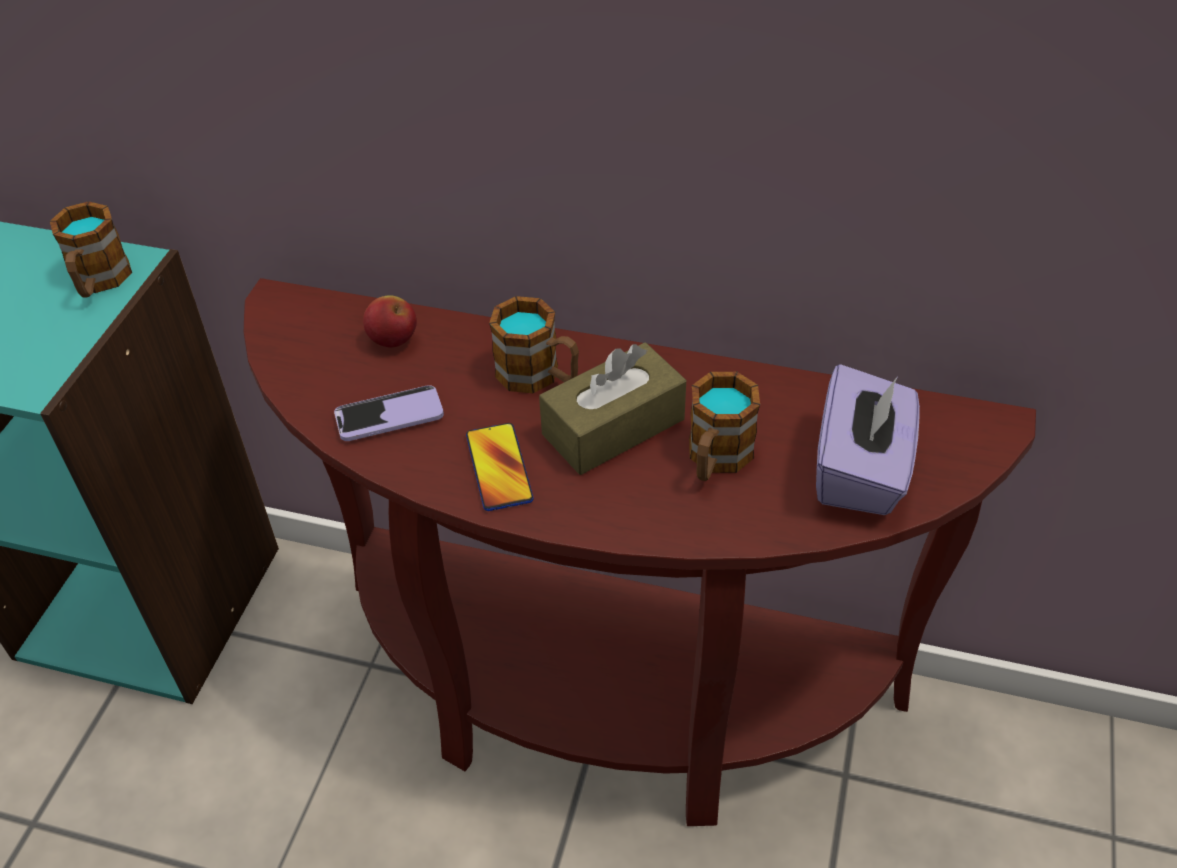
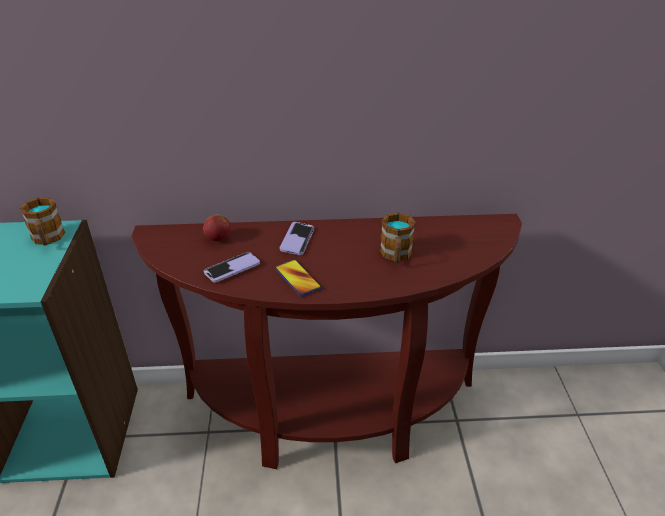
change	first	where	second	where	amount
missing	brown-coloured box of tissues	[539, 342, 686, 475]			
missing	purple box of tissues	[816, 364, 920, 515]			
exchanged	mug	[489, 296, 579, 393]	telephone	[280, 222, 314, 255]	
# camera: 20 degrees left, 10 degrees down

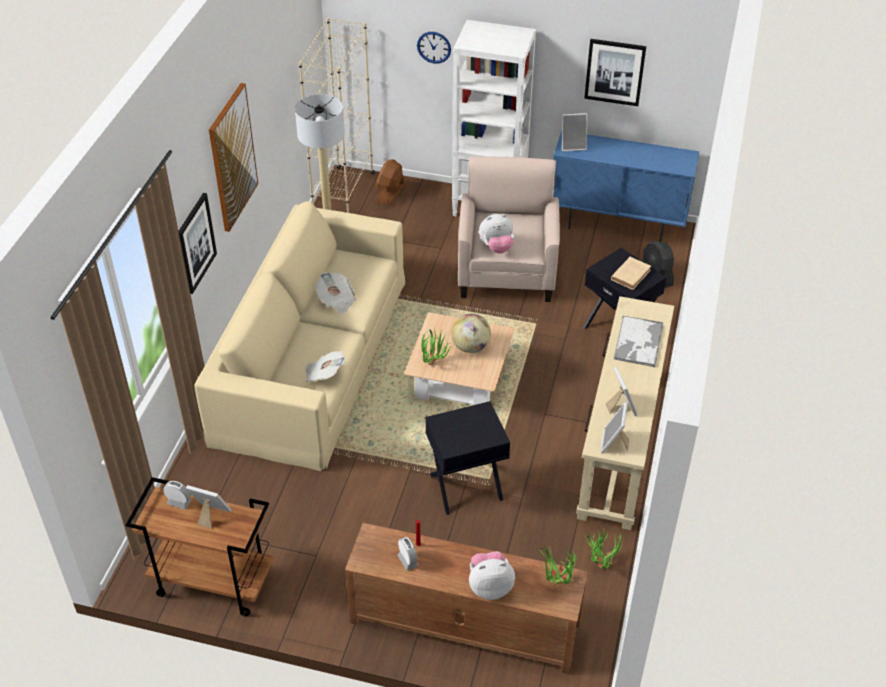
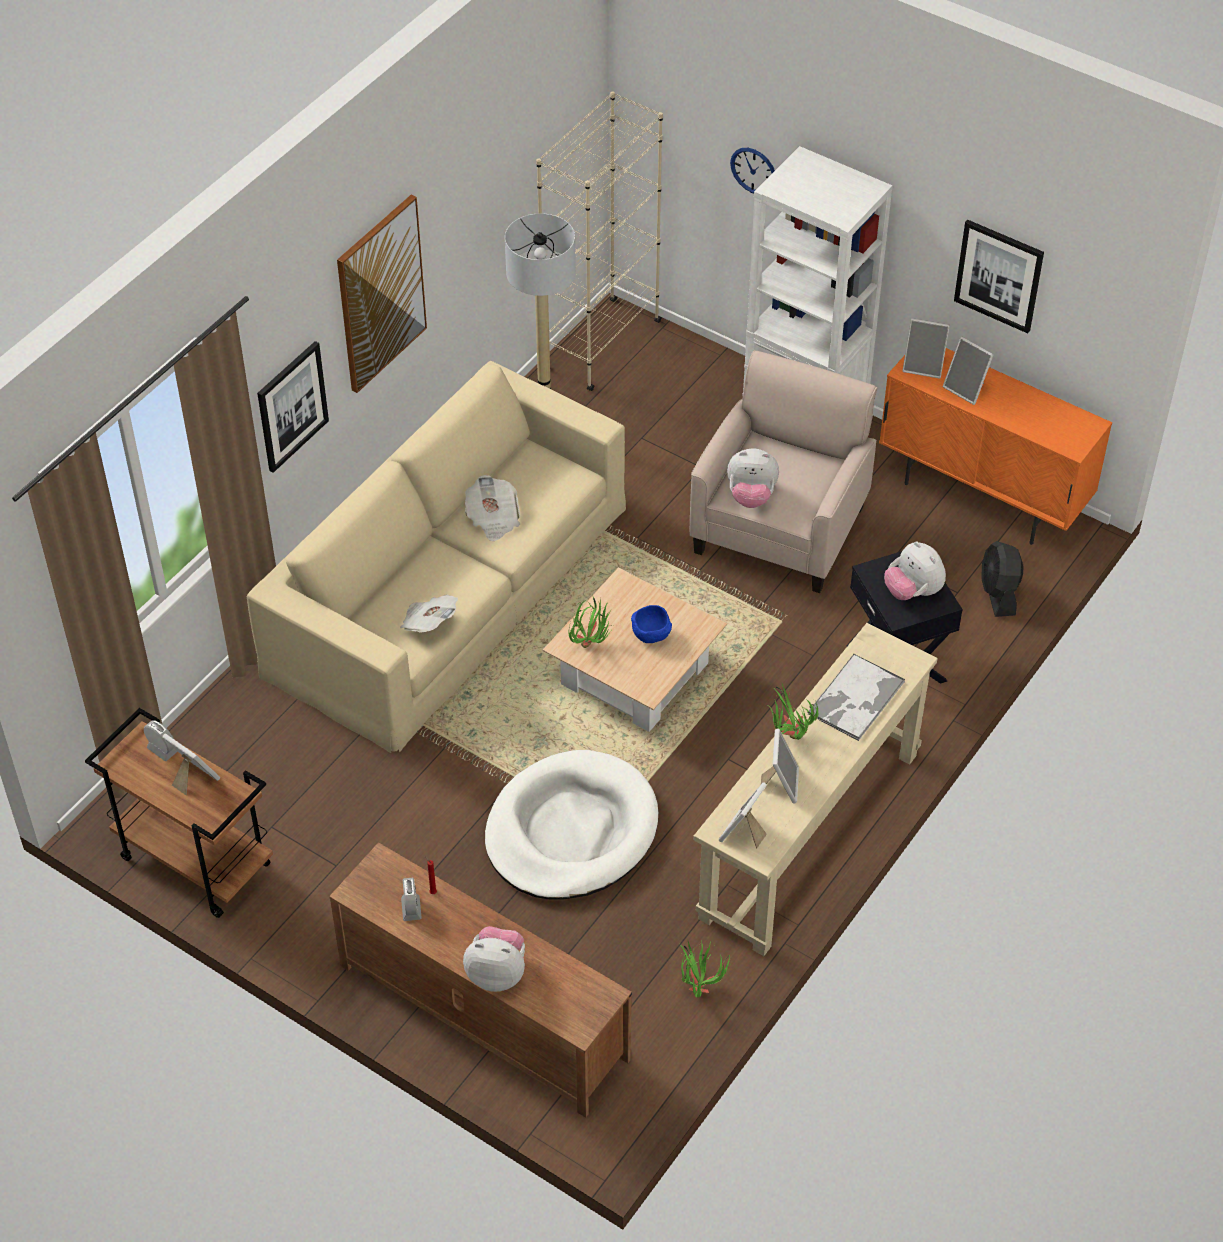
change	first	where	second	where	amount
missing	brown-coloured electric fan	[376, 159, 405, 205]			
appeared			standing frame	[943, 337, 994, 405]	
relocated	potted plant	[539, 544, 577, 585]		[769, 684, 818, 740]	
exchanged	black accent table	[425, 401, 510, 515]	white pet bed	[485, 750, 658, 900]	
exchanged	desk globe	[451, 314, 491, 353]	blue bowl	[631, 605, 672, 643]	
exchanged	beige volume	[611, 257, 651, 290]	cuddly toy	[884, 541, 946, 600]	
colour	blue cupboard	[553, 131, 700, 242]	orange cupboard	[879, 348, 1112, 545]	
# camera: 20 degrees right, 5 degrees up

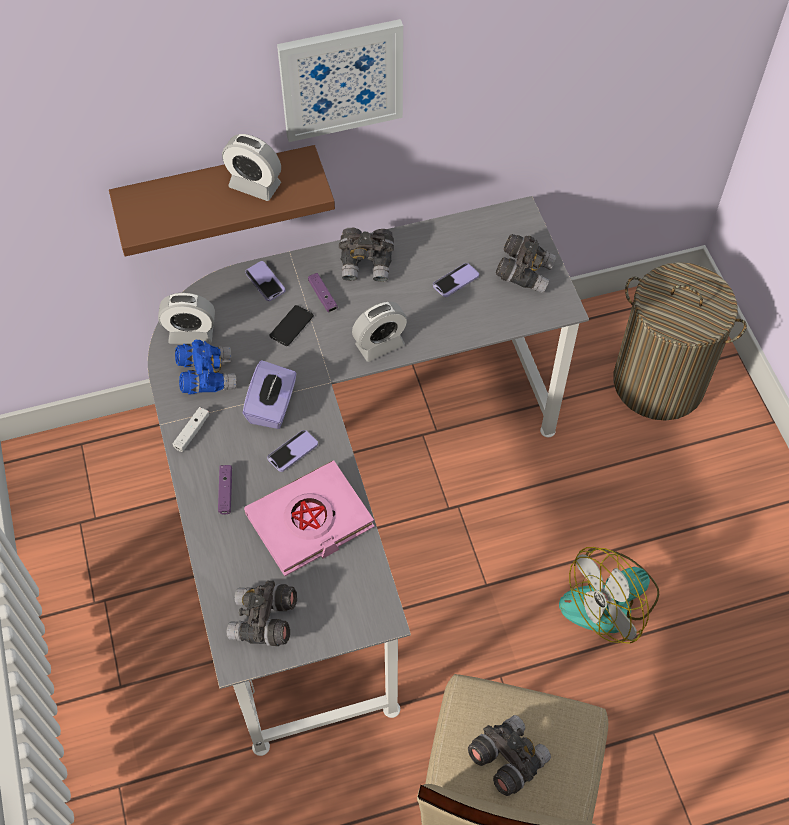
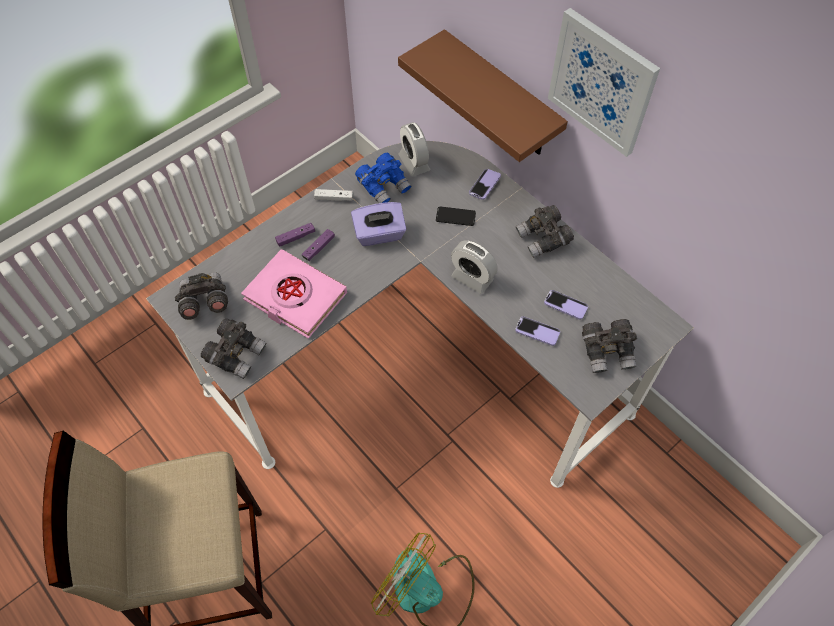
change	first	where	second	where	amount
missing	alarm clock	[222, 134, 281, 201]			
missing	laundry basket	[613, 262, 747, 421]			
relocated	telephone	[267, 430, 318, 472]		[515, 316, 560, 346]	
relocated	purple gamepad	[308, 273, 338, 312]		[302, 229, 335, 261]	
relocated	greyish binoculars	[468, 715, 551, 796]		[201, 318, 267, 379]	
# camera: 65 degrees right, 0 degrees up

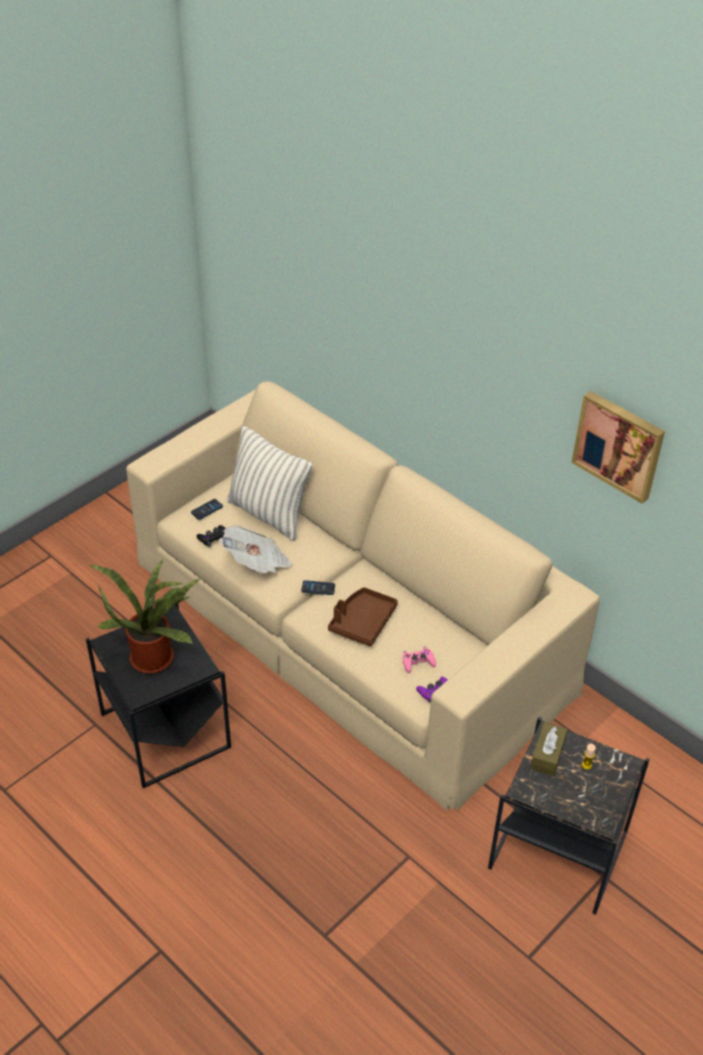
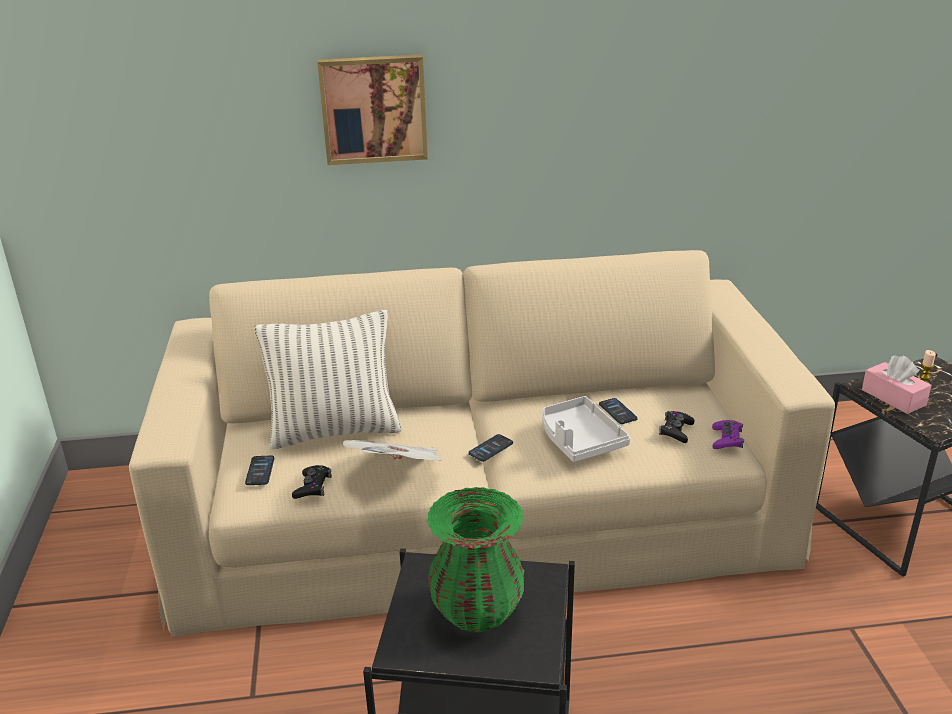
change	first	where	second	where	amount
appeared			telephone	[599, 398, 638, 424]	
relocated	wall art	[572, 391, 665, 504]		[317, 55, 428, 165]	
exchanged	potted plant	[88, 558, 202, 674]	green vase	[427, 487, 524, 632]	
colour	brown-coloured carrying tray	[328, 587, 398, 646]	greyish carrying tray	[542, 396, 630, 462]	
colour	pink gamepad	[403, 647, 436, 673]	black gamepad	[659, 411, 694, 443]	
colour	brown-coloured box of tissues	[530, 722, 567, 776]	pink box of tissues	[862, 356, 932, 414]	
# camera: 50 degrees left, 15 degrees down

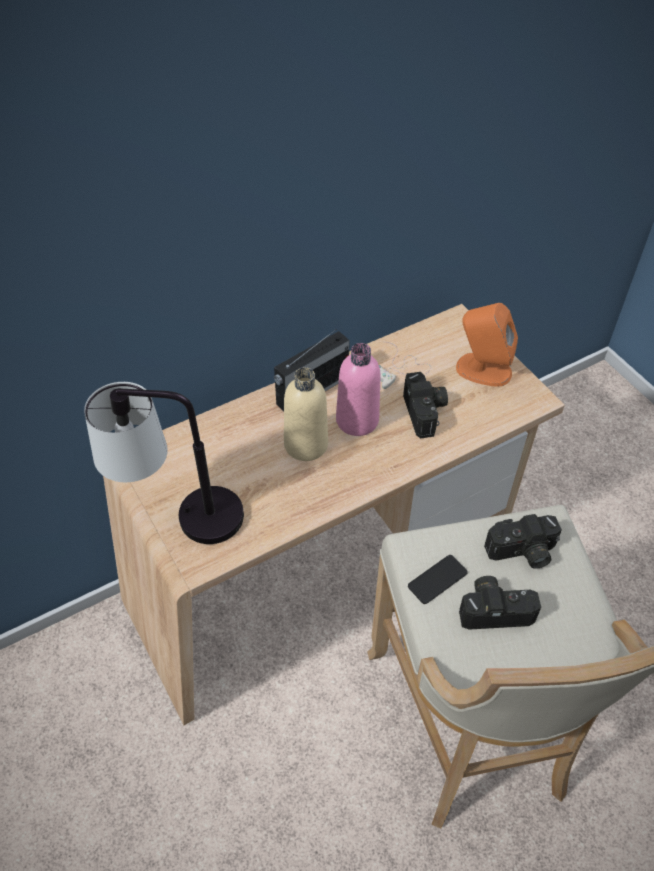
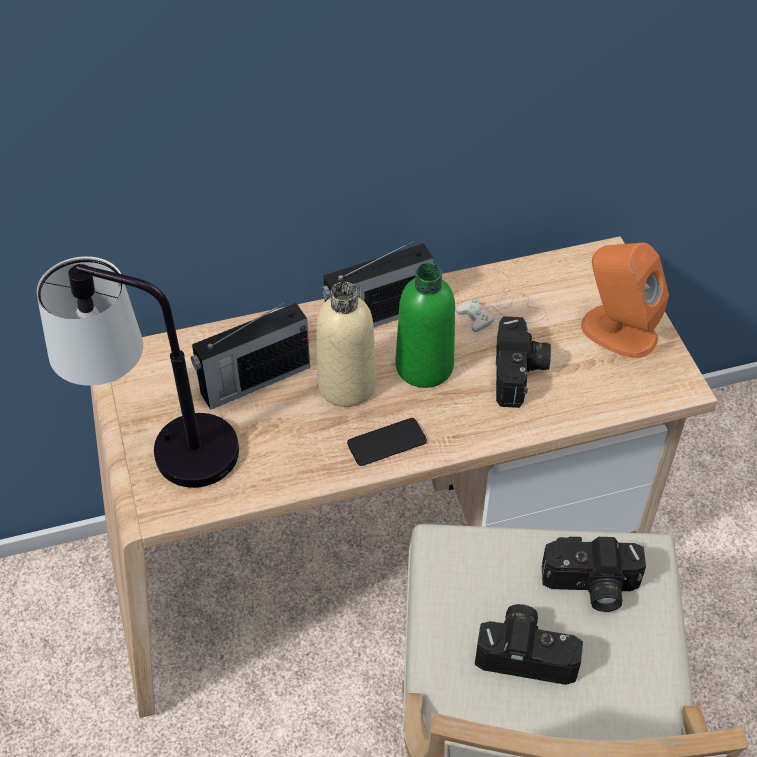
change	first	where	second	where	amount
appeared			radio set	[191, 301, 310, 410]	
relocated	telephone	[408, 555, 468, 604]		[347, 418, 427, 466]	
colour	pink drink bottle	[336, 343, 381, 436]	green drink bottle	[395, 263, 455, 388]	
# camera: 15 degrees right, 0 degrees up

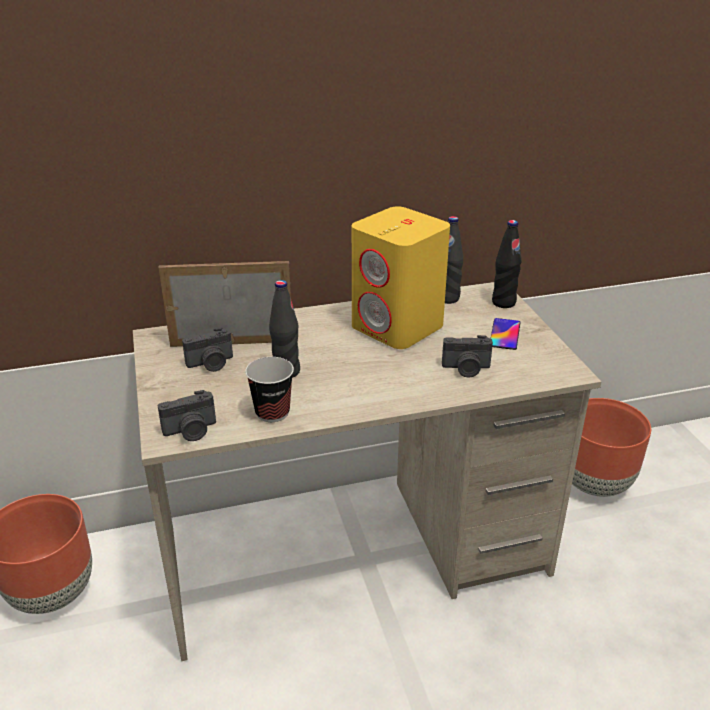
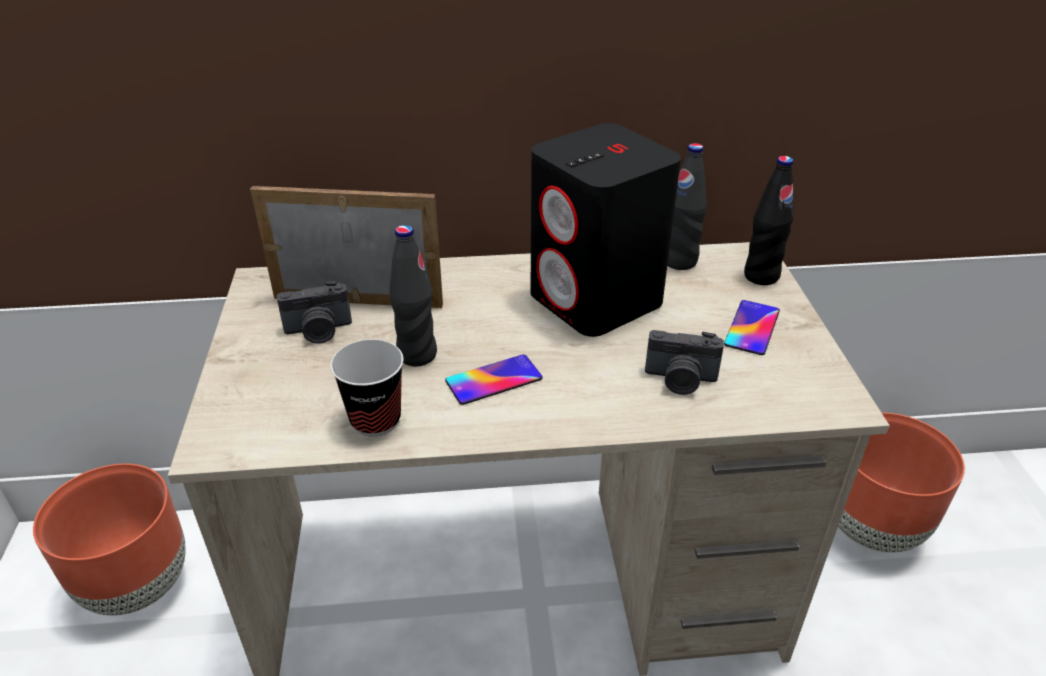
change	first	where	second	where	amount
missing	still camera	[158, 390, 216, 441]			
appeared			telephone	[445, 354, 543, 405]	
colour	yellow loudspeaker	[352, 207, 450, 349]	black loudspeaker	[530, 123, 681, 337]	
# camera: 10 degrees right, 5 degrees up

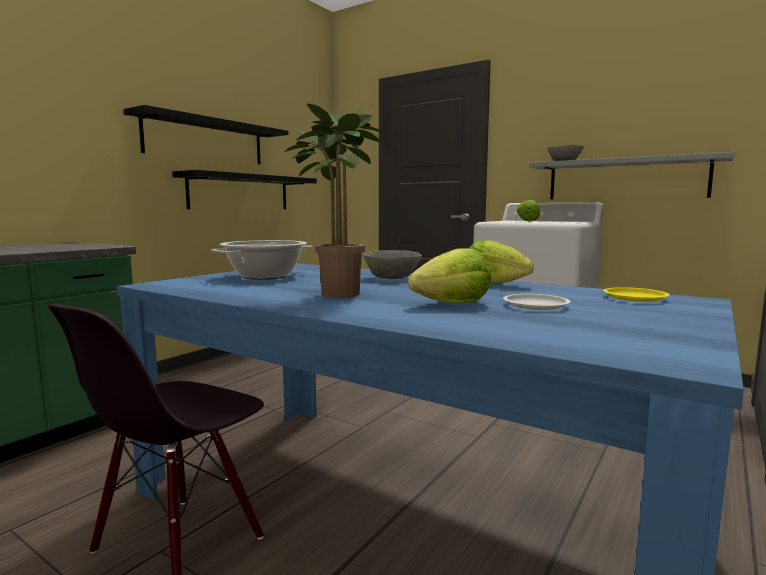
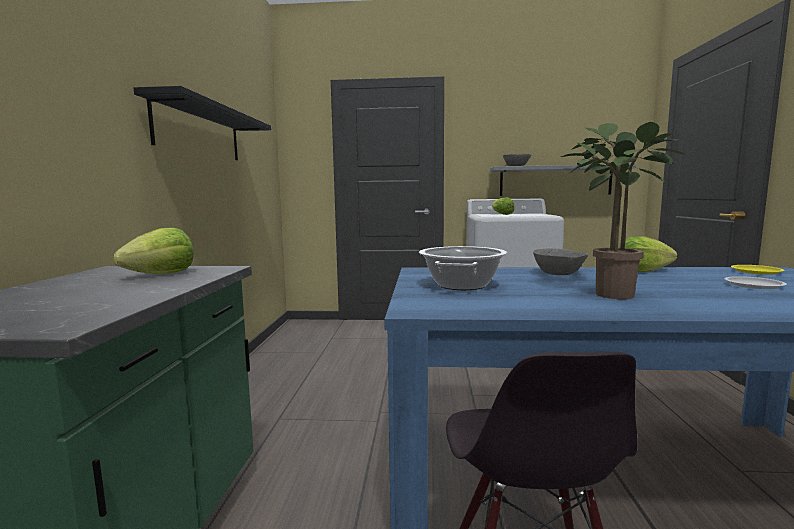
change	first	where	second	where	amount
missing	black shelf	[172, 170, 317, 209]			
relocated	lettuce	[408, 248, 491, 303]		[114, 228, 194, 274]	
# camera: 30 degrees left, 0 degrees up

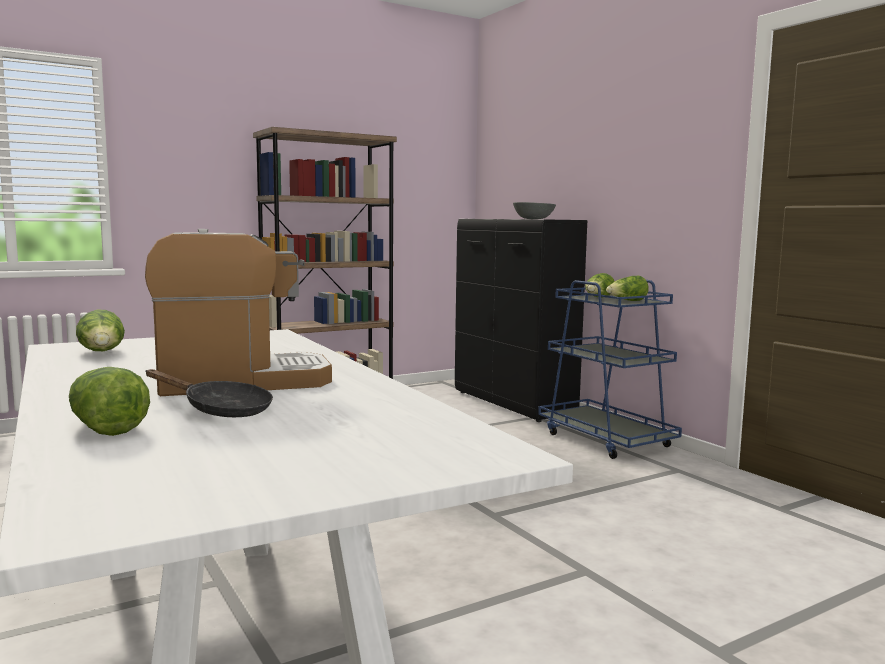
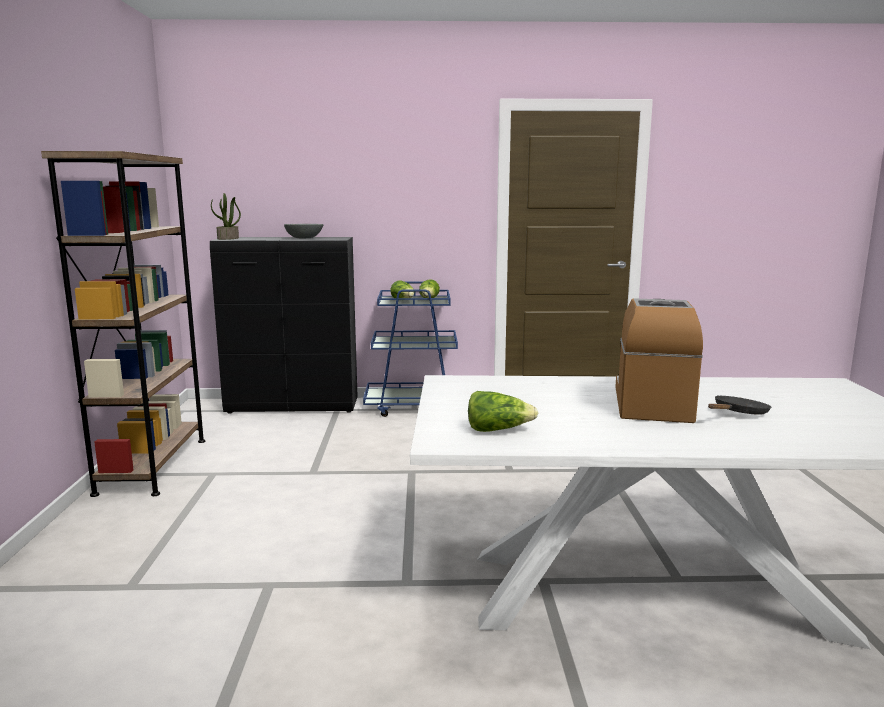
change	first	where	second	where	amount
missing	lettuce	[69, 367, 150, 436]			
appeared			potted plant	[211, 193, 241, 240]	
# camera: 60 degrees left, 5 degrees up

